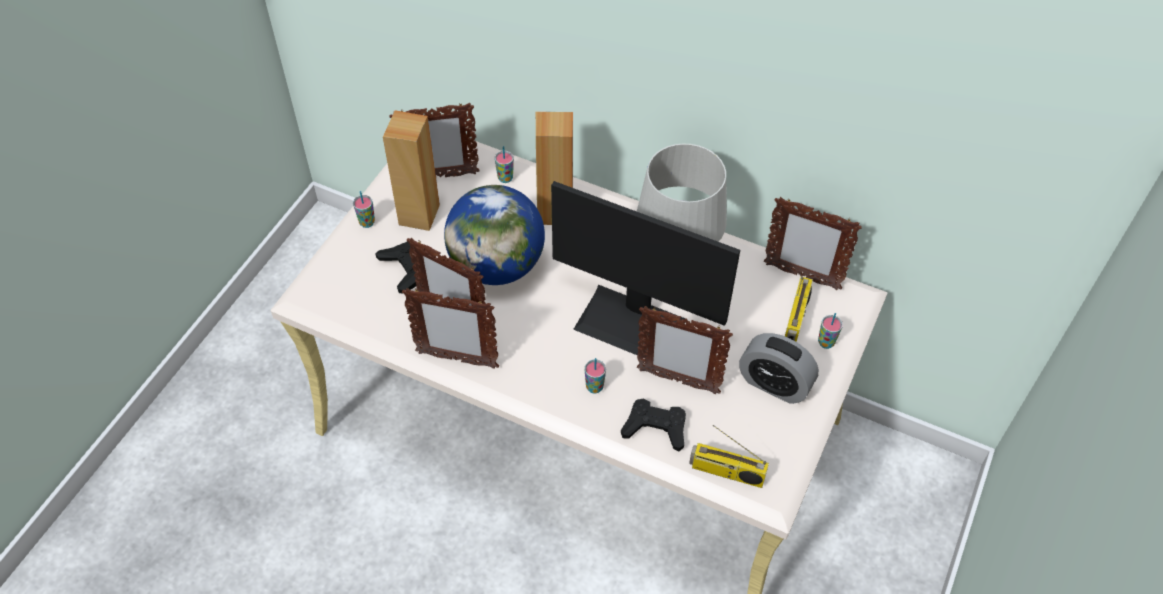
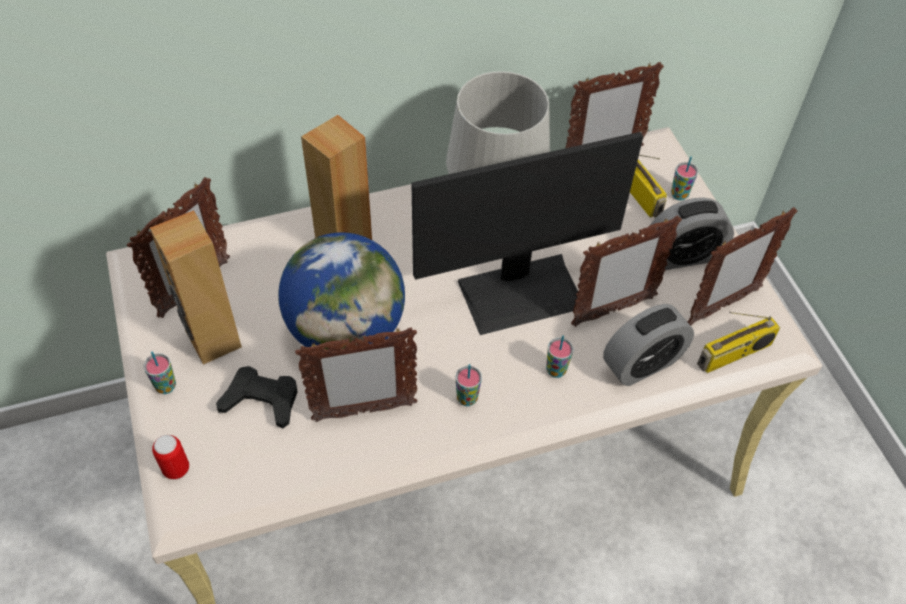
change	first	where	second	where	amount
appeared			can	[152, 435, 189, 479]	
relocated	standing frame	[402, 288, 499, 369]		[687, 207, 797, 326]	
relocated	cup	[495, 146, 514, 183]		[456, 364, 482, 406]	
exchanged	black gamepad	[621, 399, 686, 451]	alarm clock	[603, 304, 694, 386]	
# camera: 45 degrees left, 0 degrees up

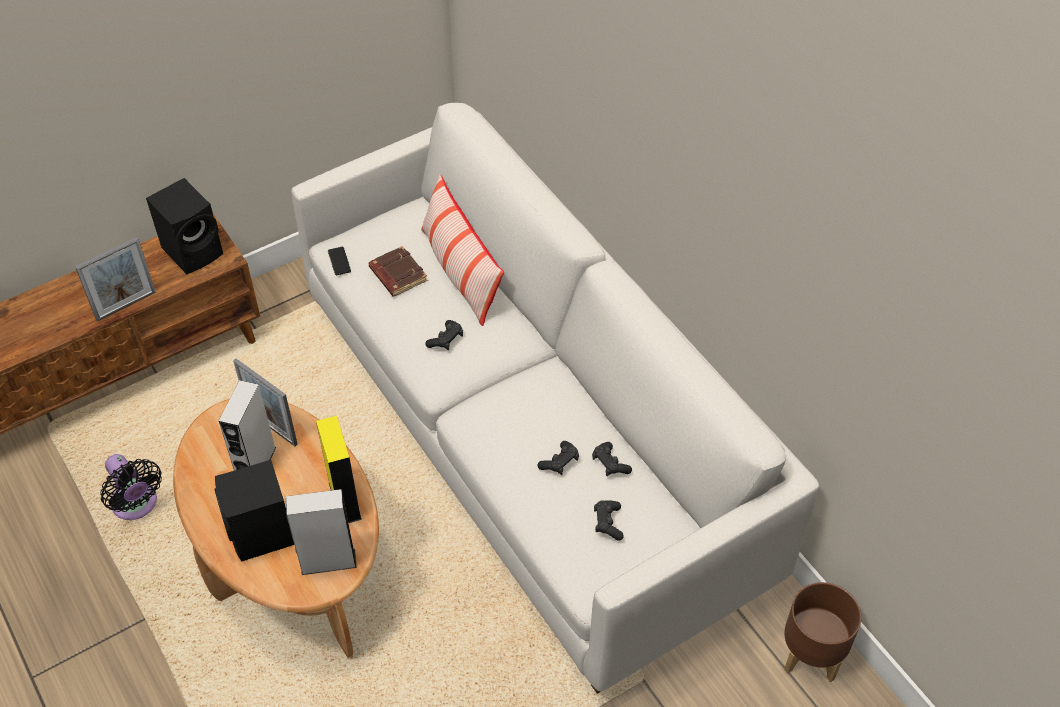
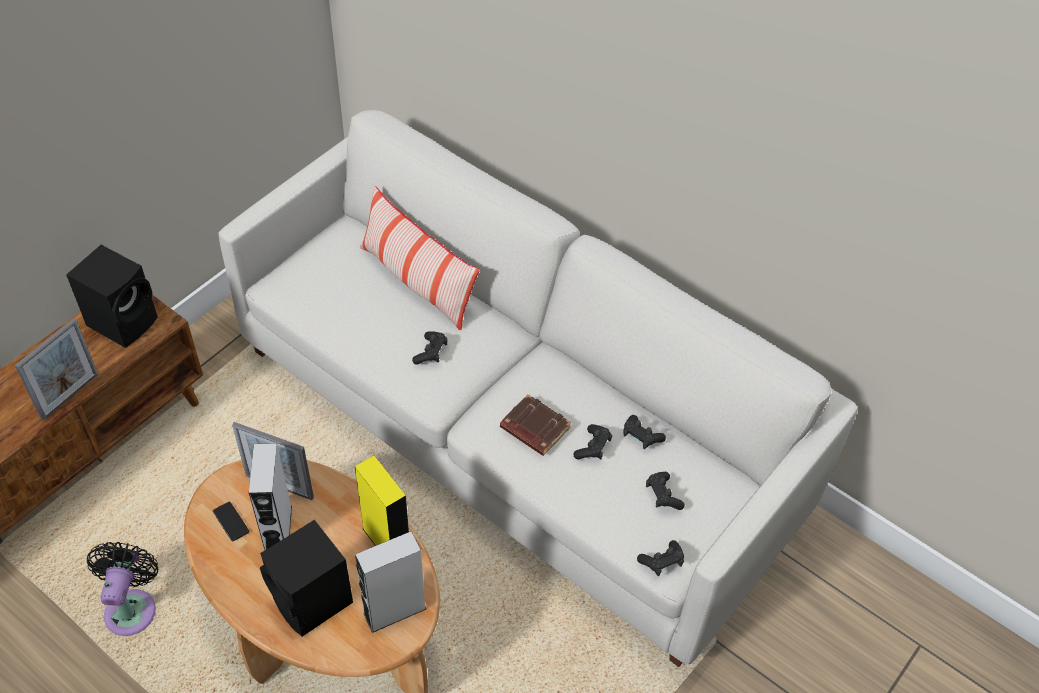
change	first	where	second	where	amount
missing	brown-coloured plant pot	[784, 582, 862, 682]			
appeared			black gamepad	[637, 540, 684, 576]	
relocated	telephone	[328, 247, 351, 275]		[213, 502, 249, 541]	
relocated	brown-coloured volume	[368, 246, 428, 297]		[500, 394, 571, 456]	
spun	black electric fan	[100, 454, 162, 520]		[87, 542, 158, 636]	120 degrees counterclockwise
# camera: 20 degrees left, 0 degrees up

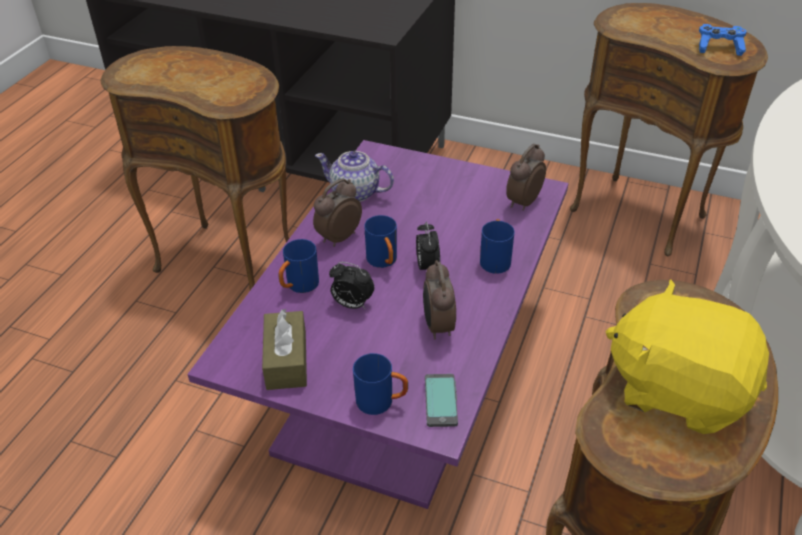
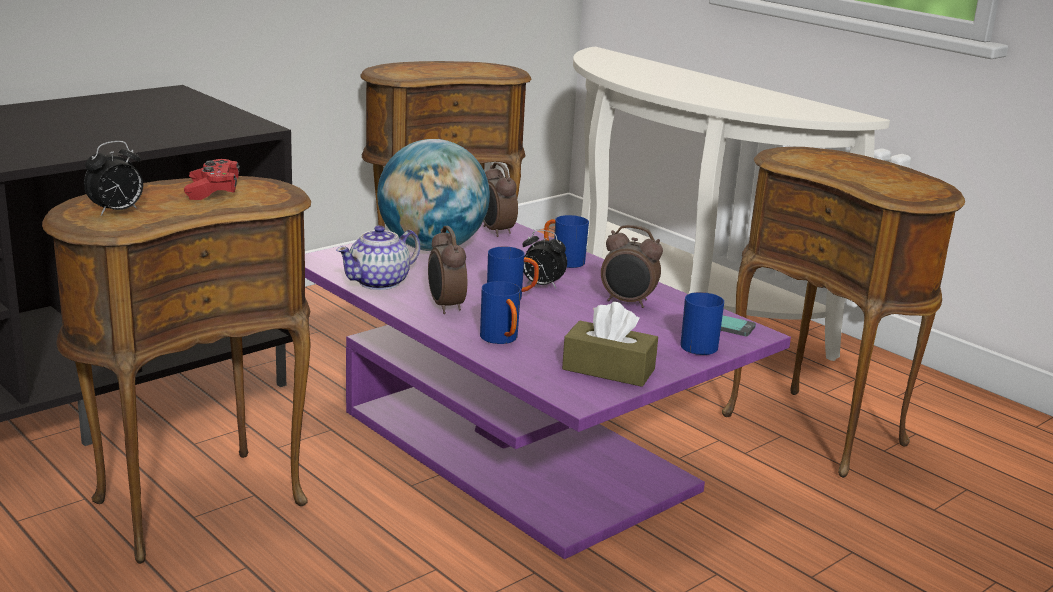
change	first	where	second	where	amount
missing	yellow cuddly toy	[606, 280, 769, 434]			
missing	blue gamepad	[699, 24, 746, 56]			
appeared			red-coloured gamepad	[184, 159, 240, 200]	
appeared			desk globe	[377, 139, 490, 251]	
relocated	alarm clock	[329, 262, 374, 309]		[84, 141, 143, 215]	
# camera: 65 degrees left, 20 degrees down

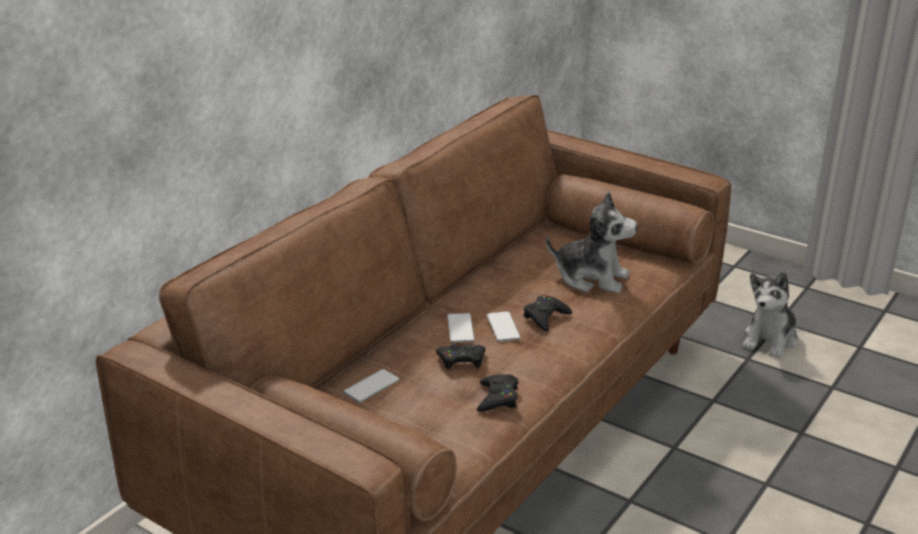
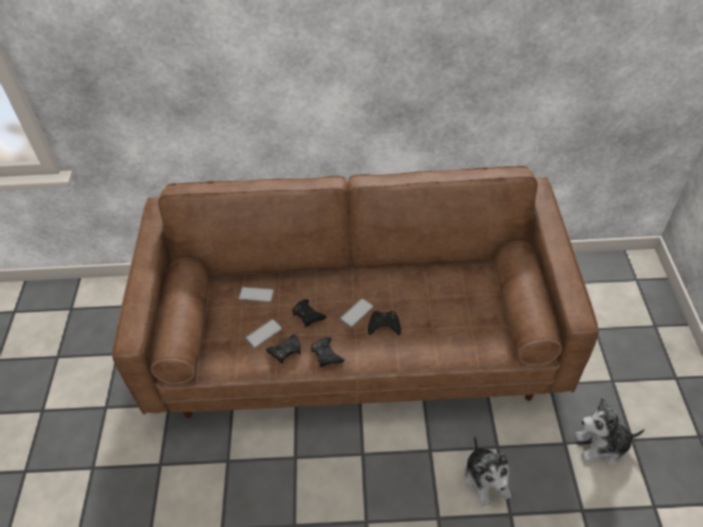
change	first	where	second	where	amount
appeared			black gamepad	[311, 337, 345, 367]	
relocated	telephone	[447, 313, 474, 342]		[245, 319, 282, 348]	
relocated	cuddly toy	[546, 191, 637, 293]		[464, 435, 511, 507]	
# camera: 55 degrees right, 20 degrees up

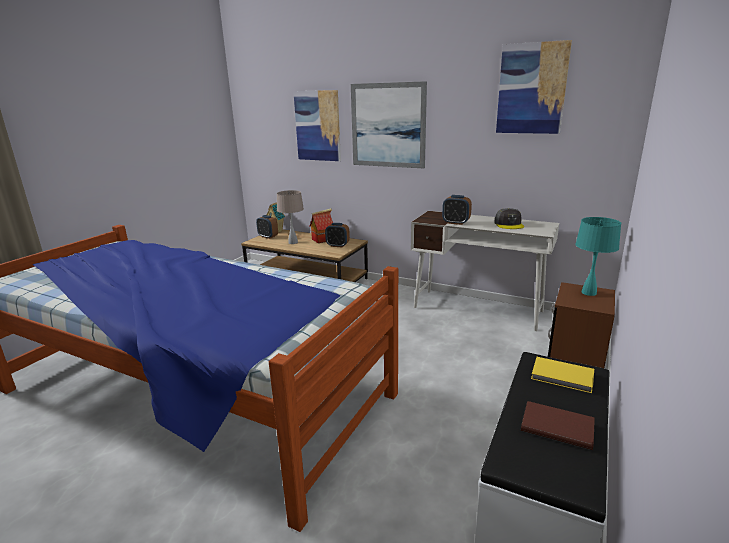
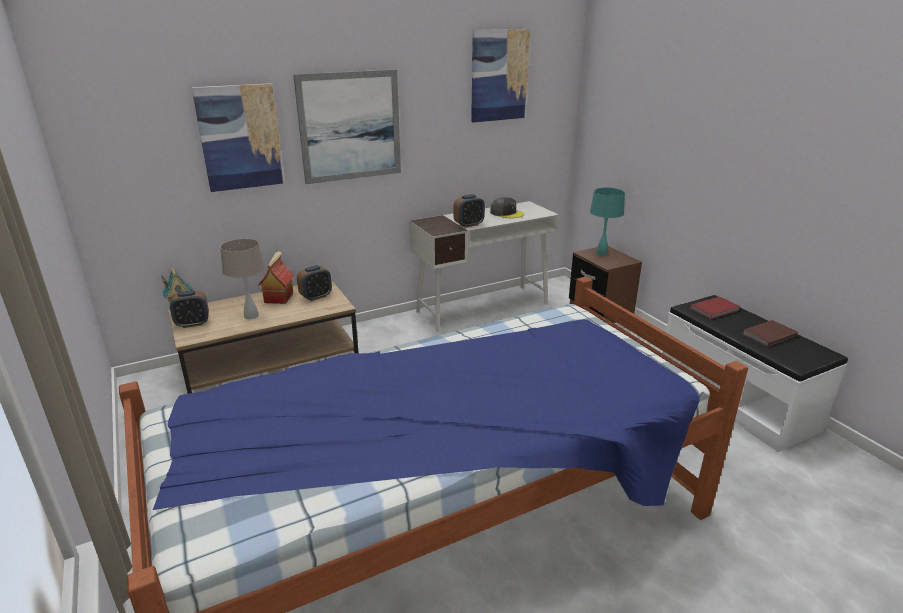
change	first	where	second	where	amount
colour	yellow volume	[531, 357, 594, 393]	red-coloured volume	[690, 297, 741, 319]	
# camera: 55 degrees left, 5 degrees up

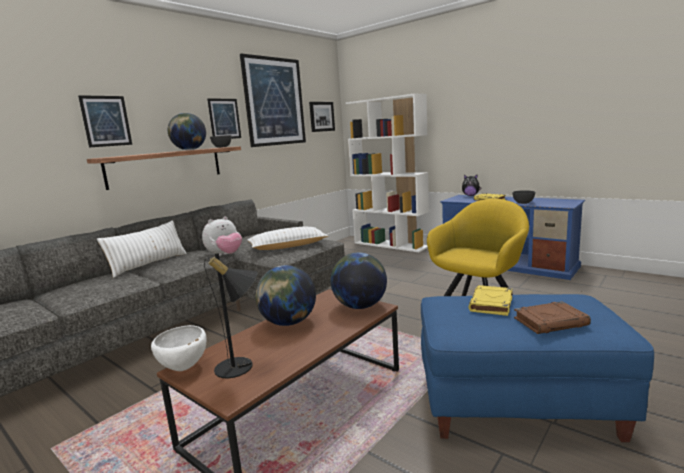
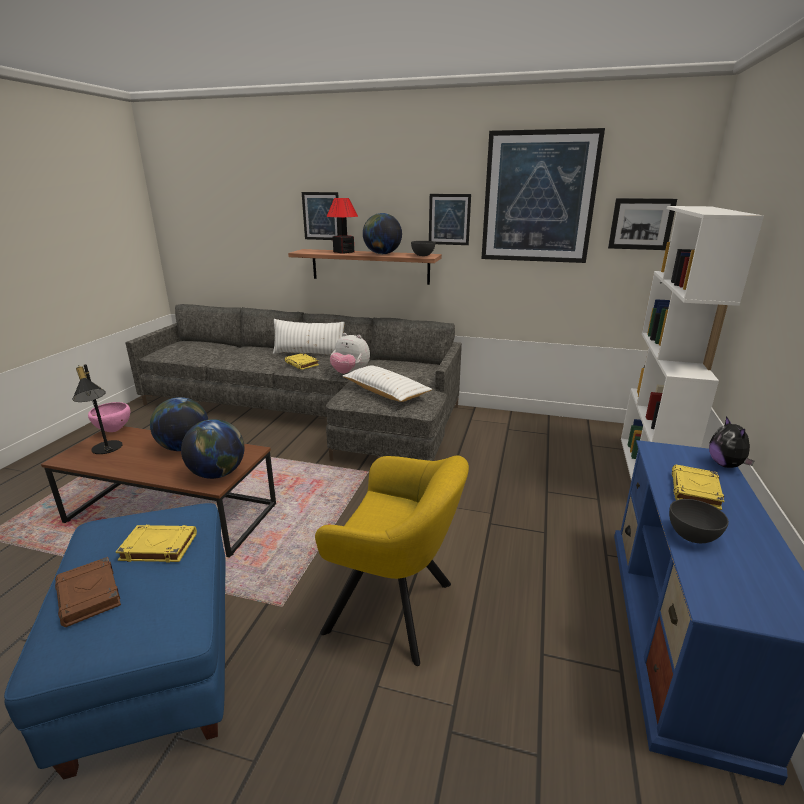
change	first	where	second	where	amount
appeared			yellow volume	[285, 353, 319, 370]	
appeared			lamp for a table	[326, 198, 358, 254]	
colour	white bowl	[151, 325, 206, 371]	pink bowl	[88, 402, 130, 432]	
# camera: 65 degrees right, 10 degrees up

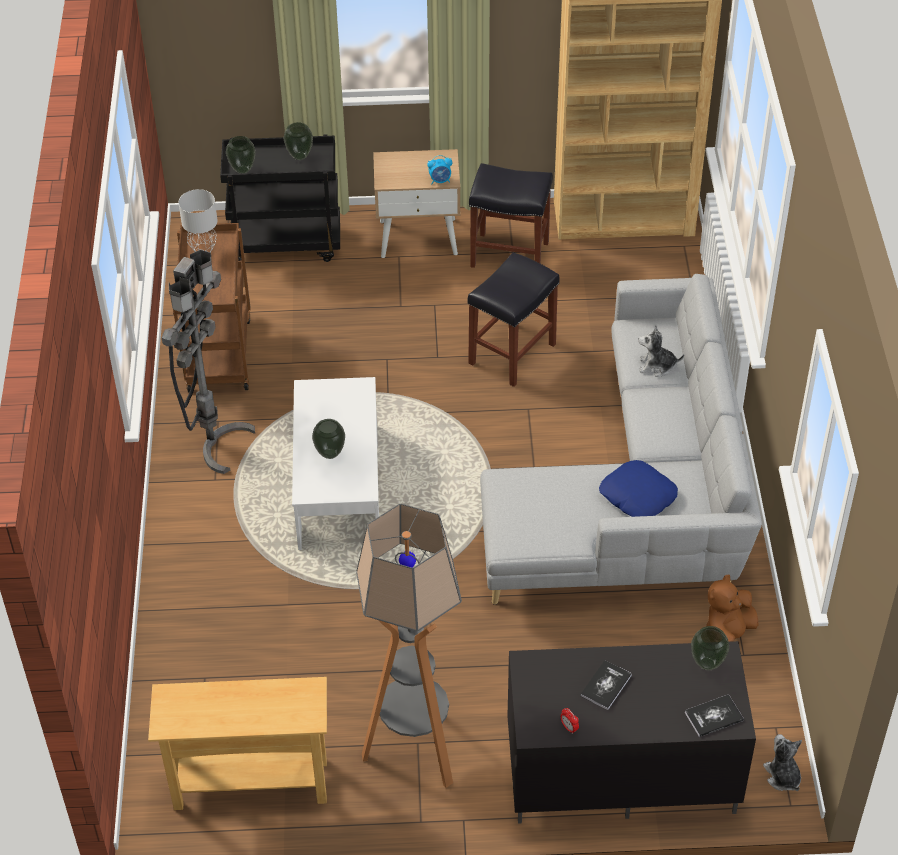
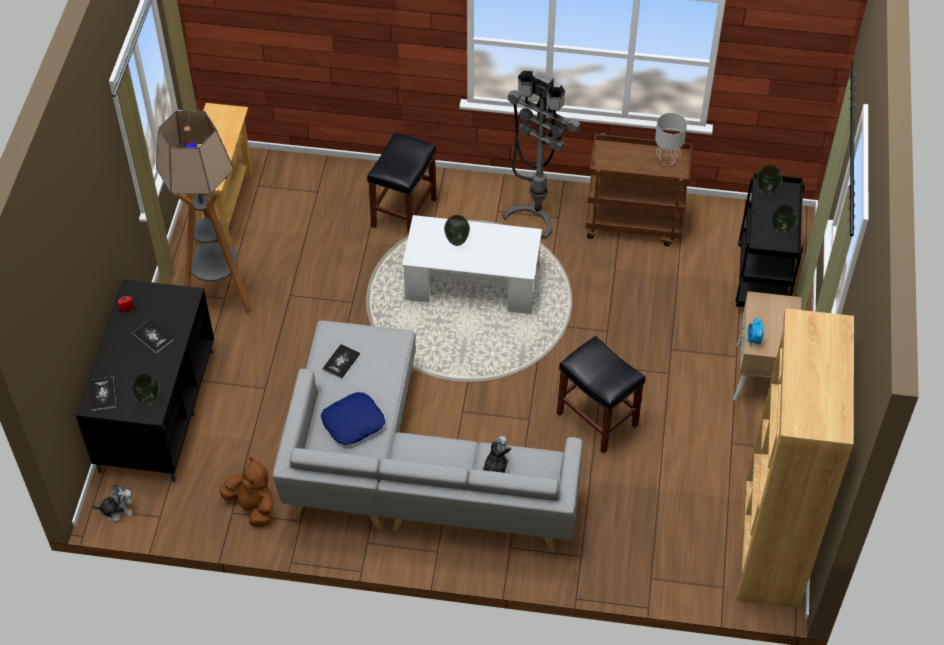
change	first	where	second	where	amount
appeared			volume	[322, 344, 360, 379]	
relocated	black stool seat	[469, 163, 553, 268]		[367, 133, 437, 235]	
# camera: 100 degrees right, 5 degrees up

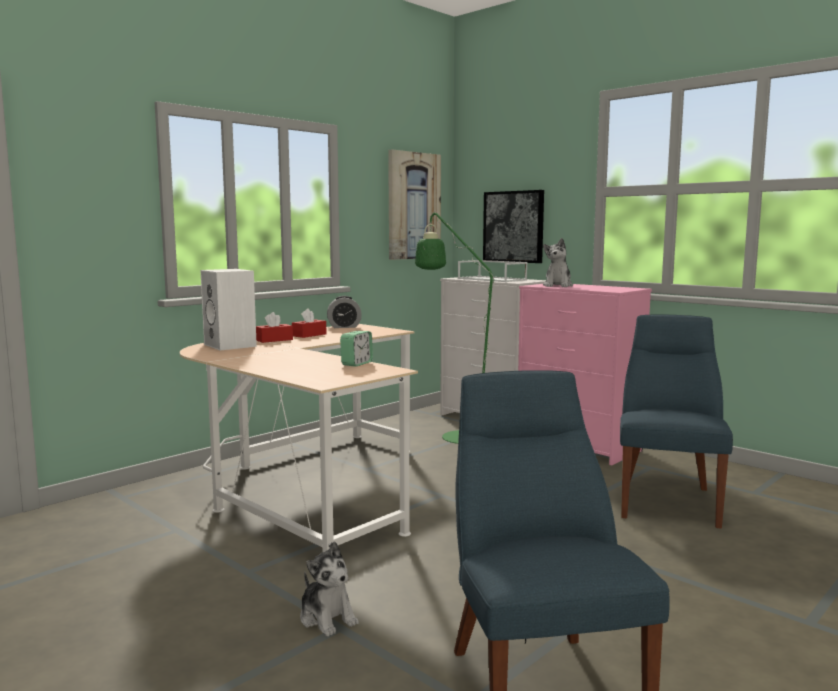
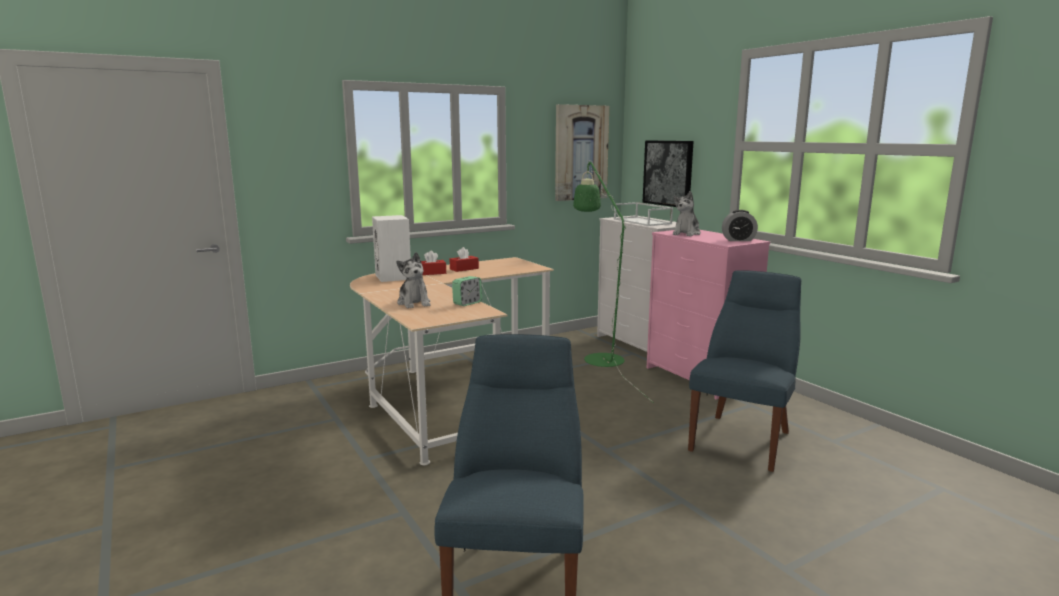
change	first	where	second	where	amount
relocated	cuddly toy	[300, 541, 359, 637]		[396, 252, 430, 308]	
relocated	alarm clock	[327, 296, 362, 328]		[722, 210, 758, 241]	
# camera: 15 degrees right, 5 degrees up

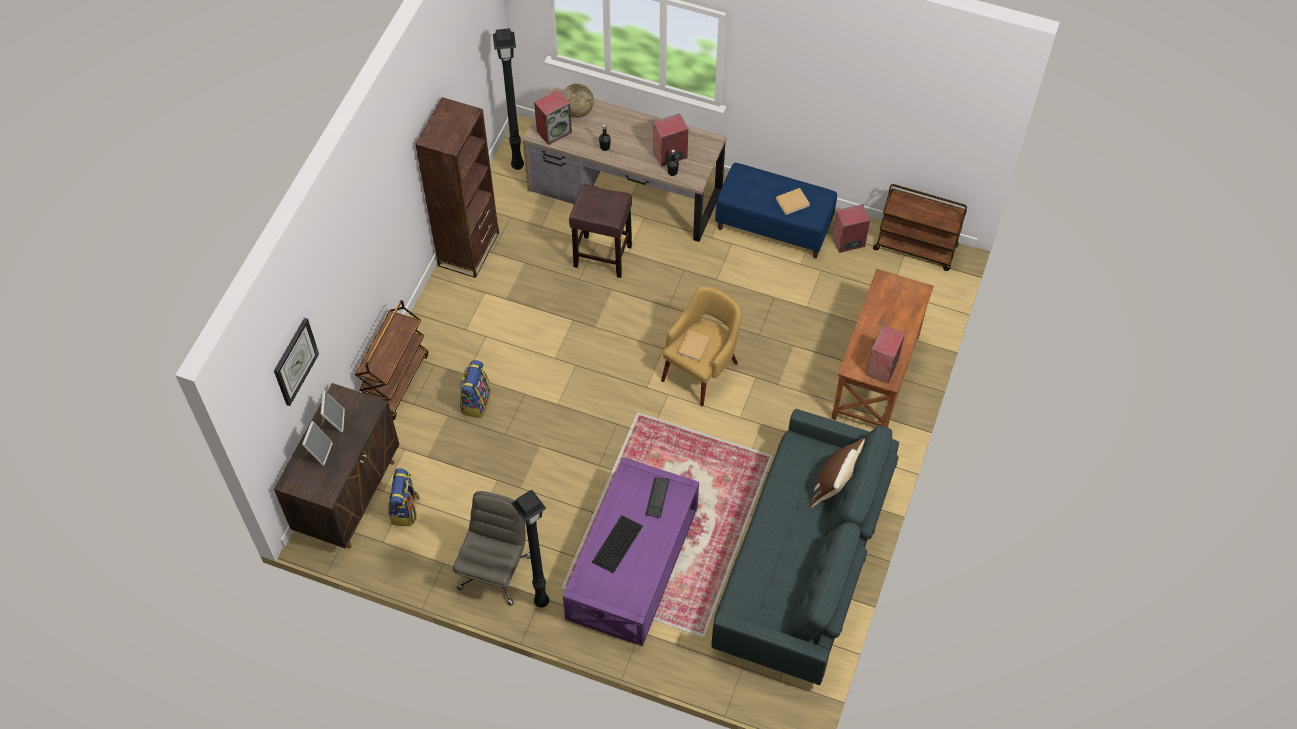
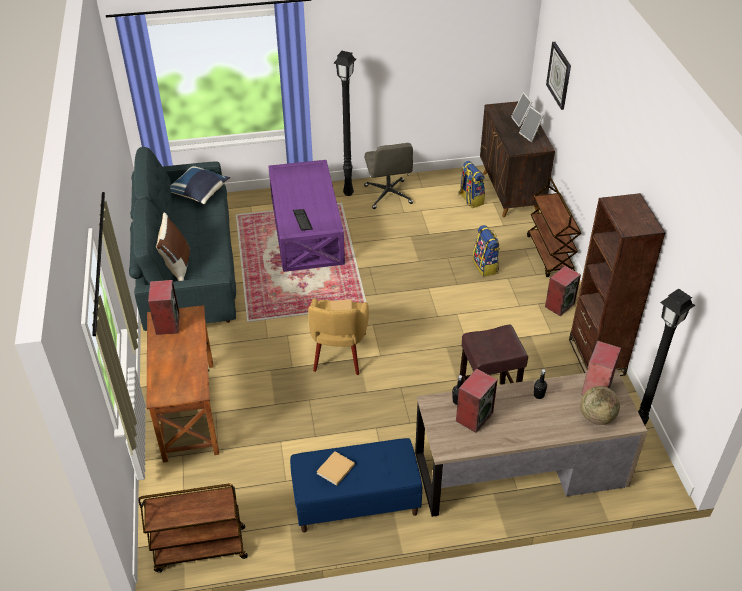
change	first	where	second	where	amount
missing	computer keyboard	[592, 515, 643, 573]			
appeared			blue pillow	[170, 166, 230, 204]	
relocated	loudspeaker	[832, 204, 870, 253]		[545, 266, 581, 316]	
# camera: 150 degrees right, 15 degrees down

